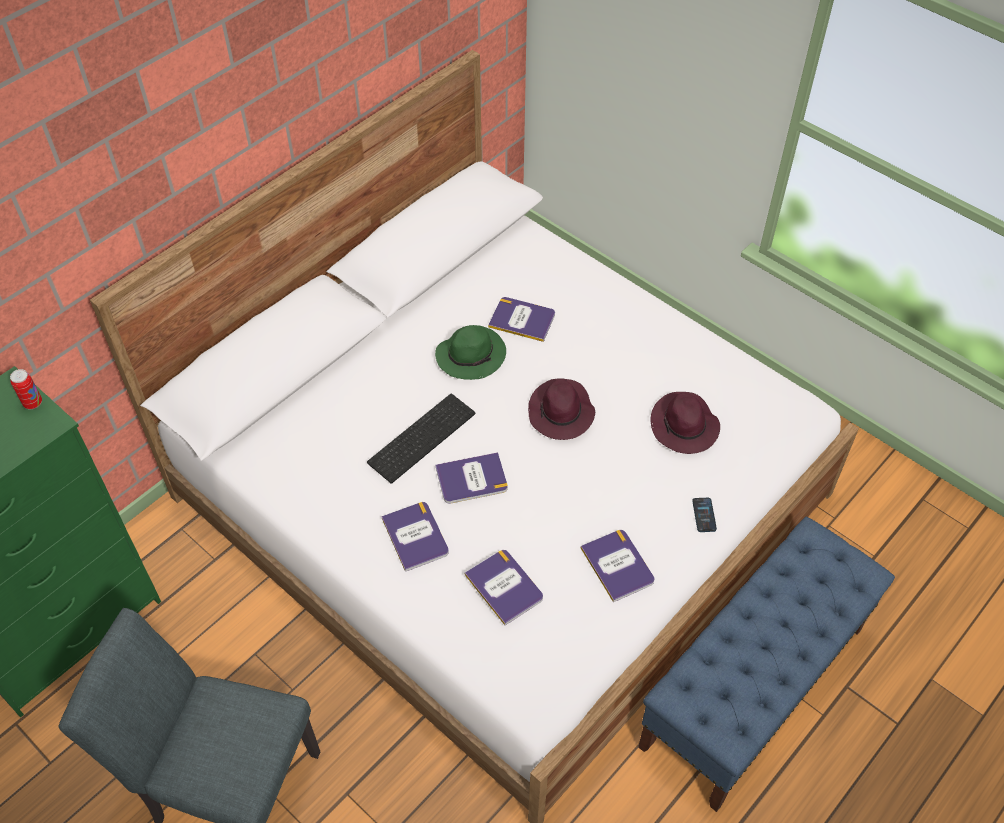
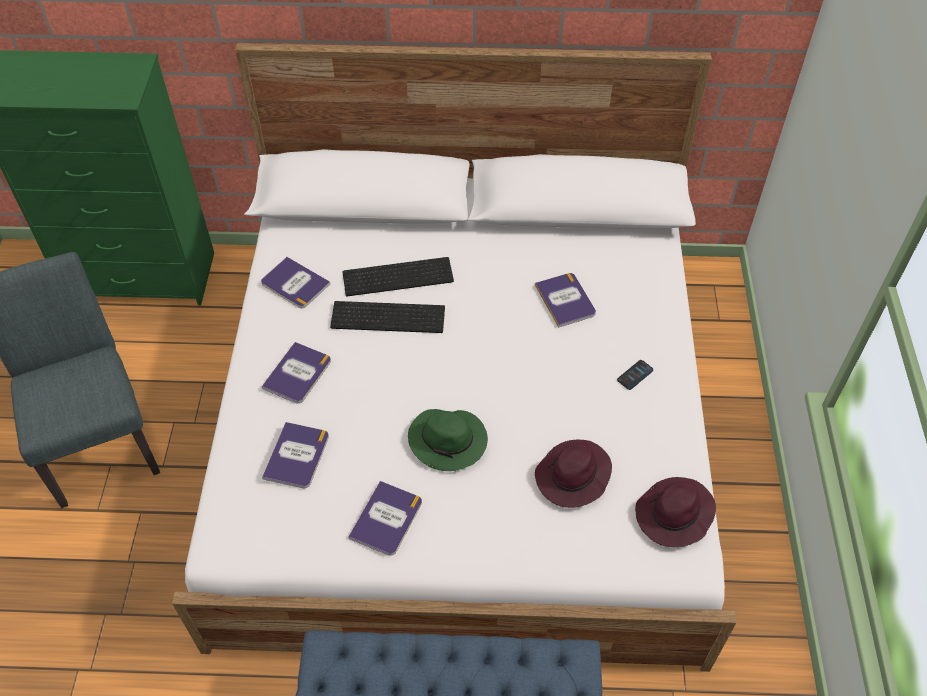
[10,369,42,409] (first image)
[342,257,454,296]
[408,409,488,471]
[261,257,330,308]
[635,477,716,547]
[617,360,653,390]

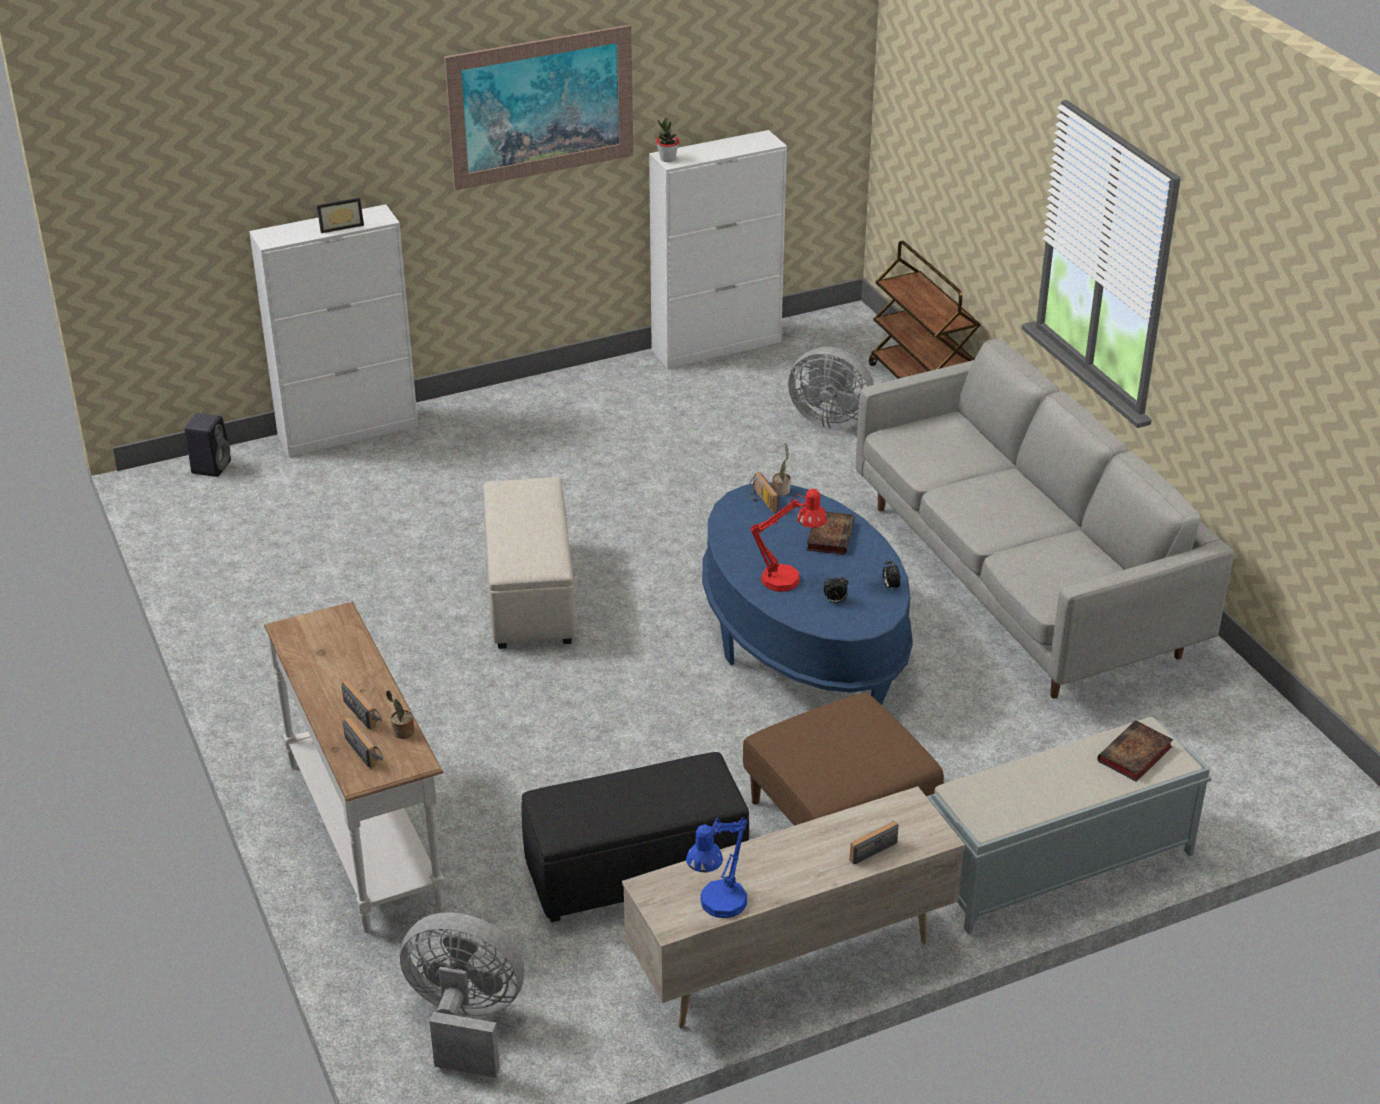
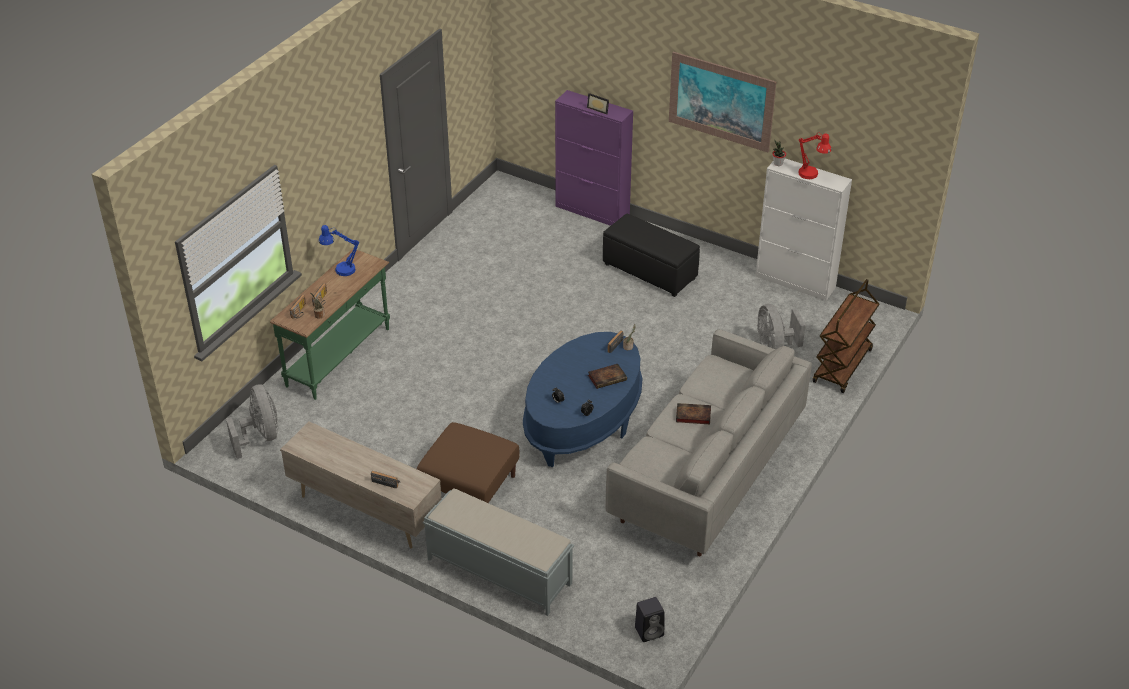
[483,477,576,649] (first image)
[635,597,665,642]
[603,214,700,297]
[319,225,359,276]
[798,132,832,179]
[676,403,711,424]
[555,90,633,226]
[270,248,390,400]

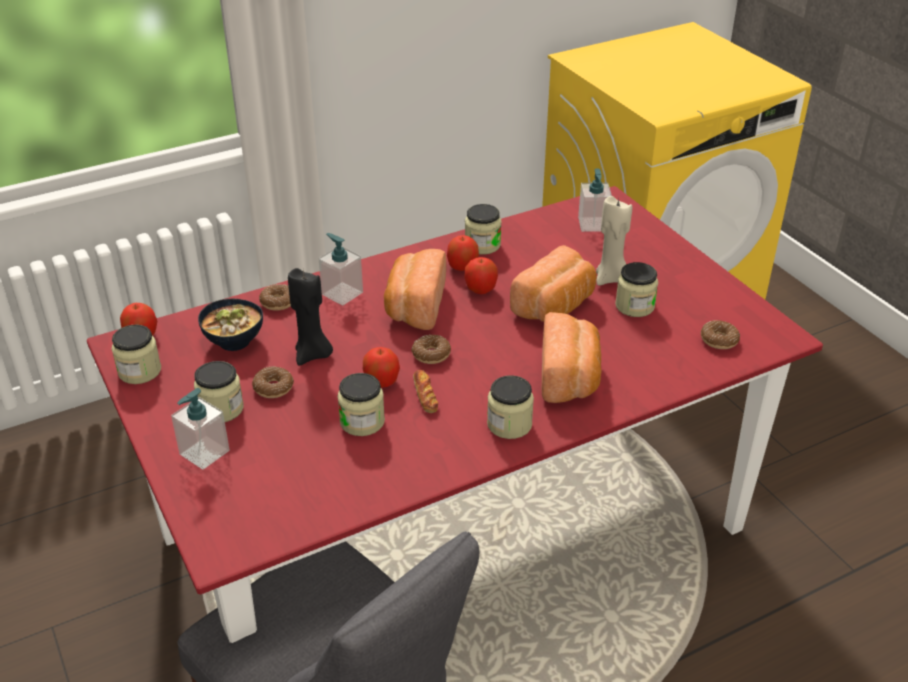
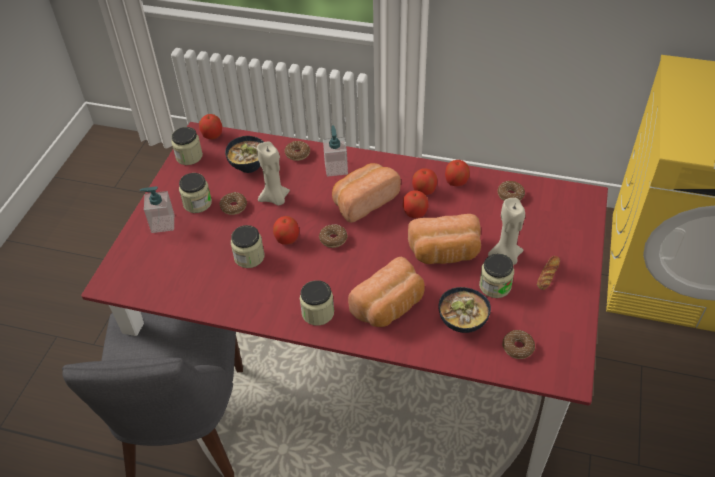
[578,168,612,232] (first image)
[439,287,491,333]
[497,181,525,201]
[537,256,560,290]
[445,160,470,186]
[257,141,290,206]

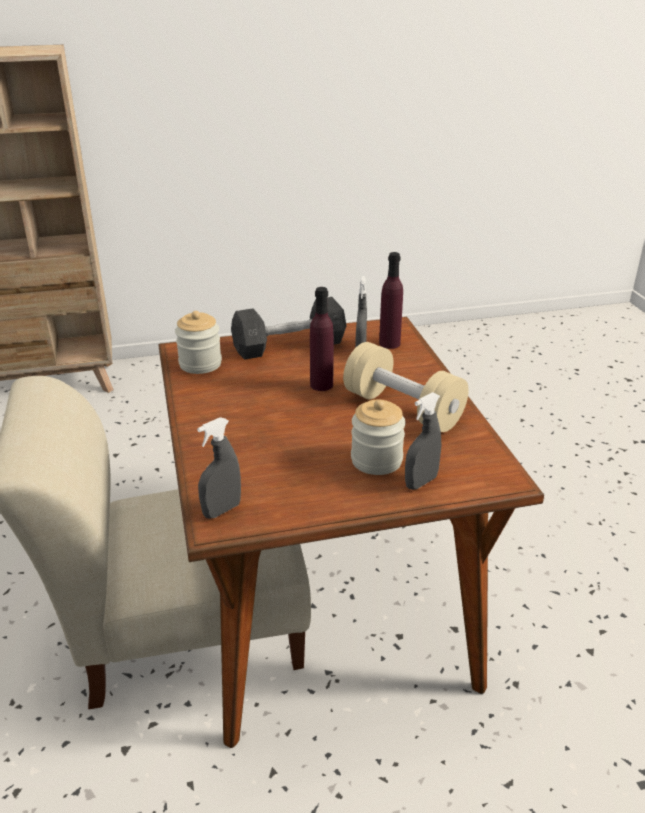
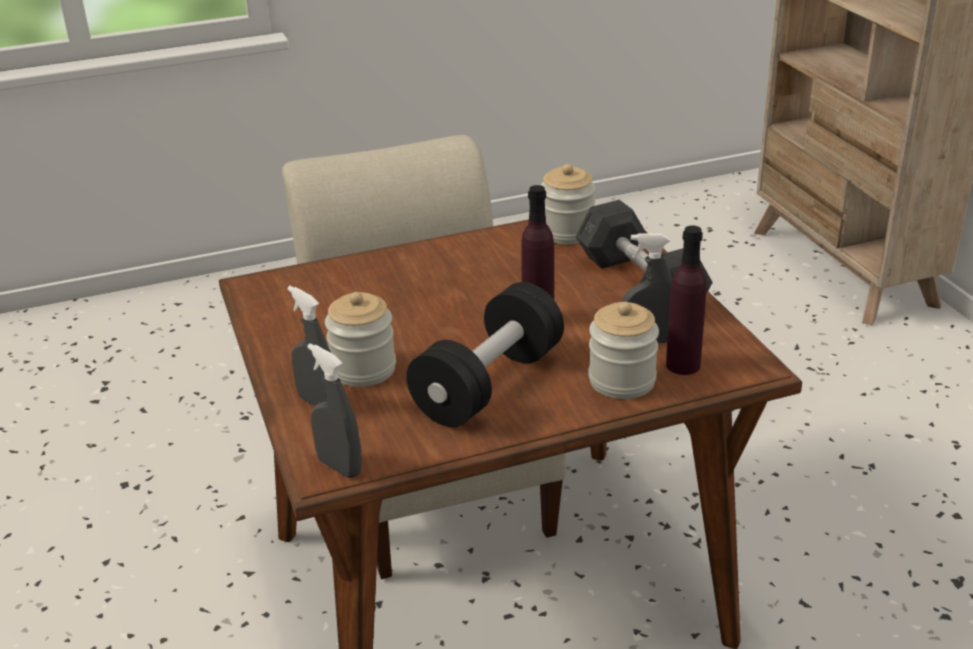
[588,302,659,399]
[307,343,362,478]
[406,282,564,427]

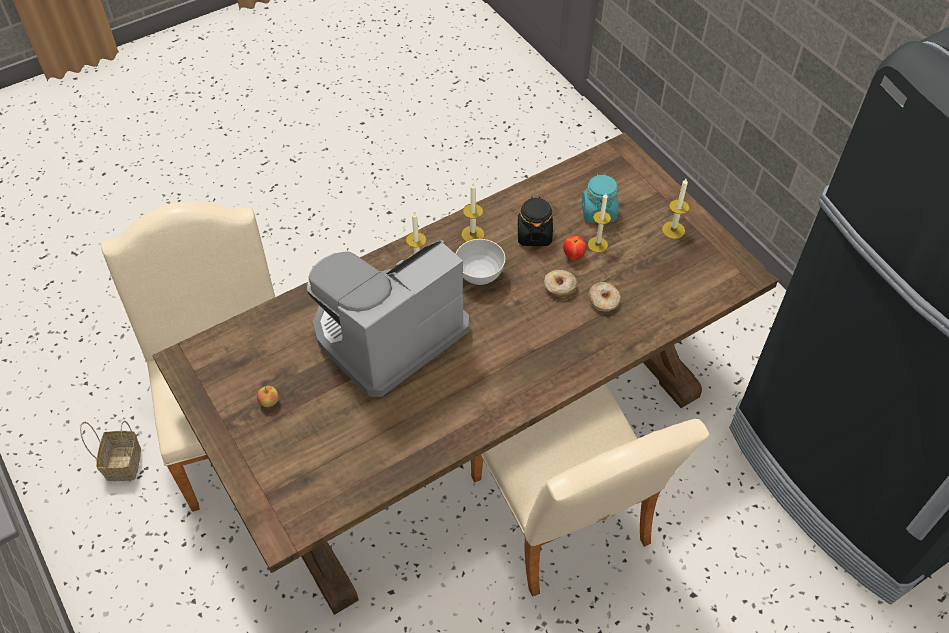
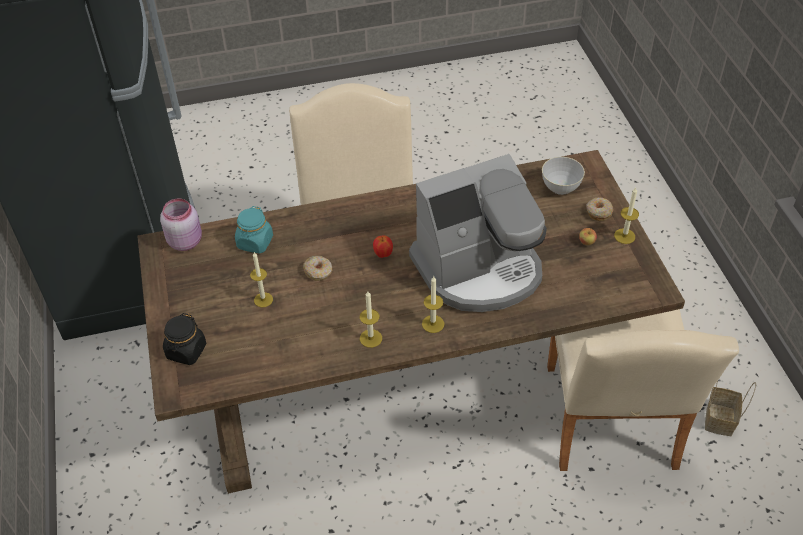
[160,198,202,251]
[542,157,585,195]
[163,313,207,365]
[373,235,393,258]
[235,206,273,254]
[586,197,613,221]
[614,187,639,244]

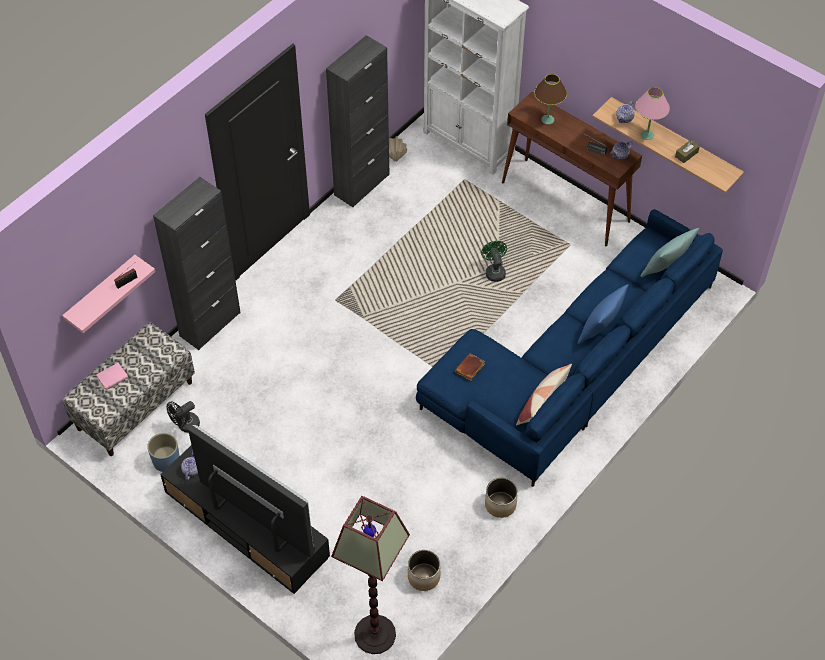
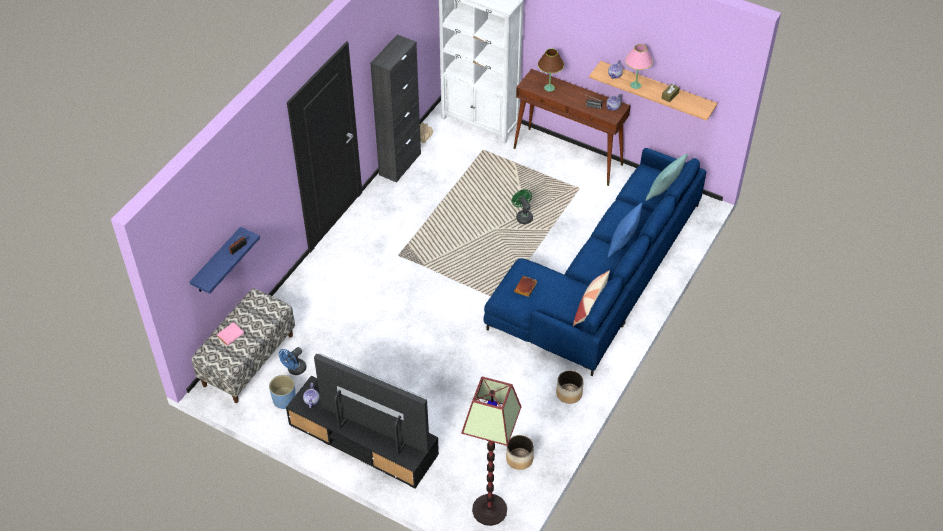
[153,177,241,350] (first image)
[190,227,260,294]
[279,347,306,375]

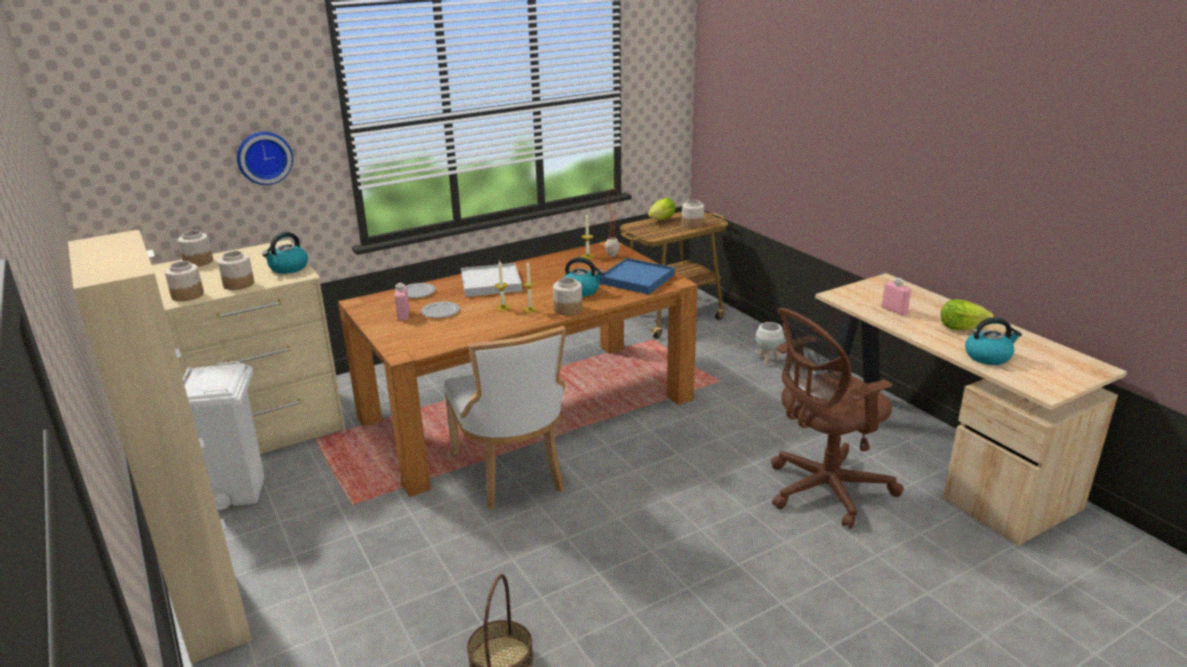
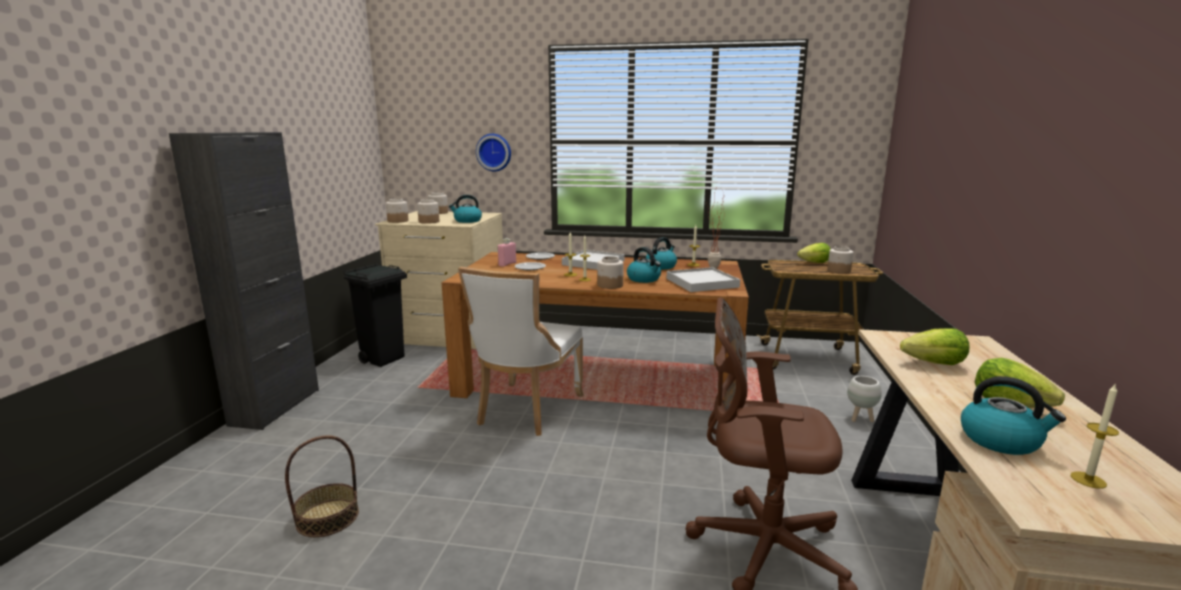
[646,237,677,270]
[1071,383,1119,489]
[900,328,969,365]
[169,132,319,430]
[343,263,407,367]
[667,267,740,292]

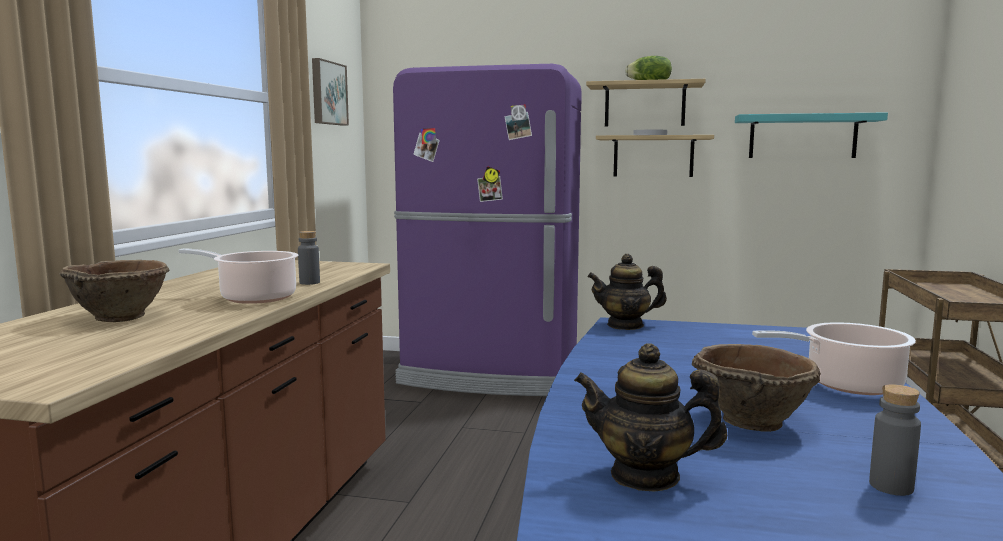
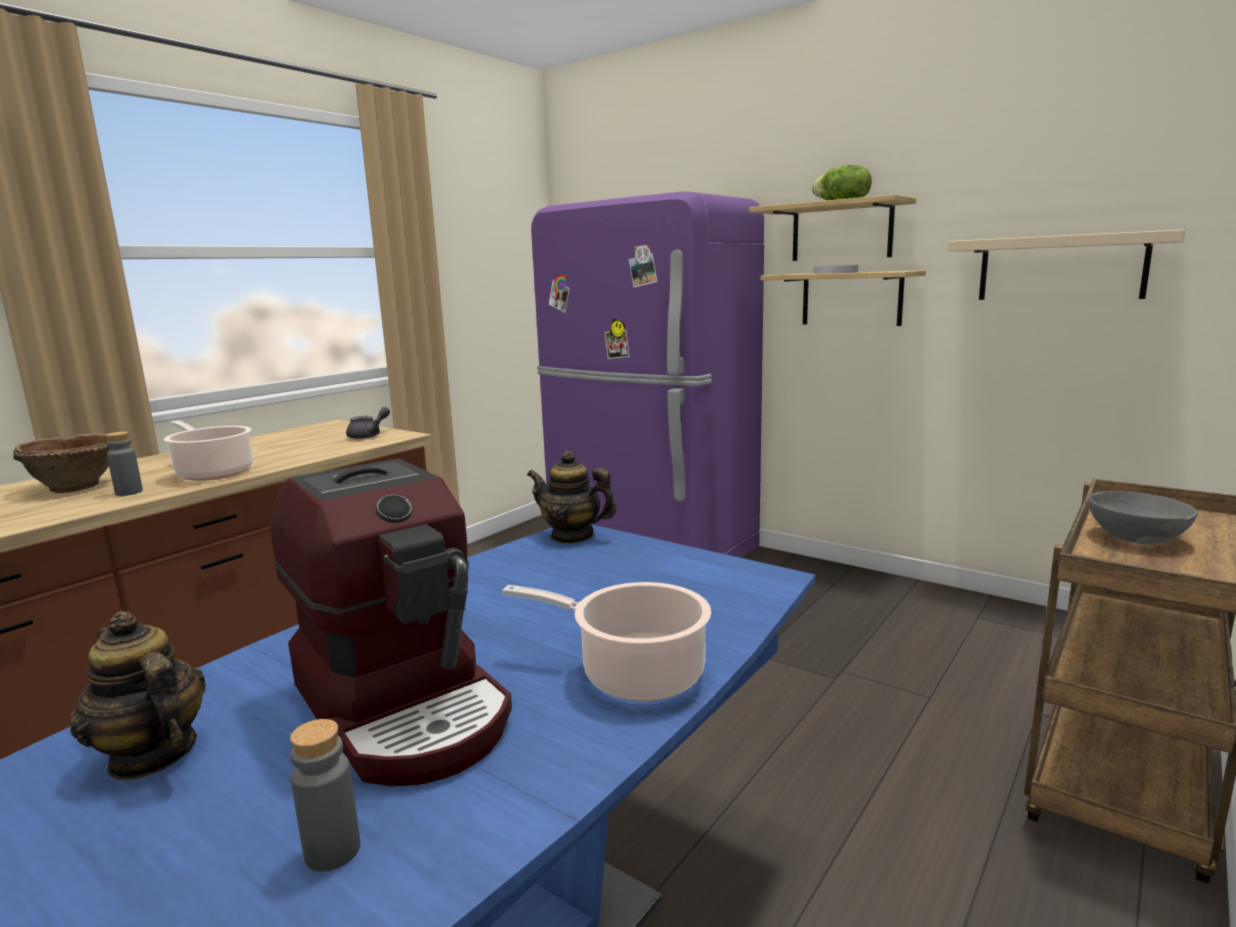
[312,58,349,126] (first image)
[346,407,390,439]
[1089,491,1198,544]
[106,432,143,496]
[271,458,512,786]
[948,230,1185,300]

